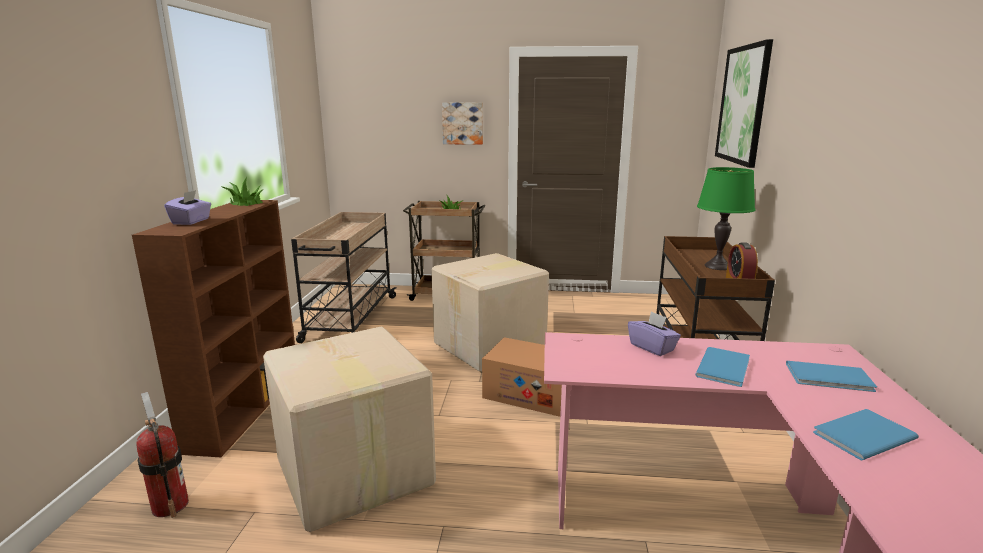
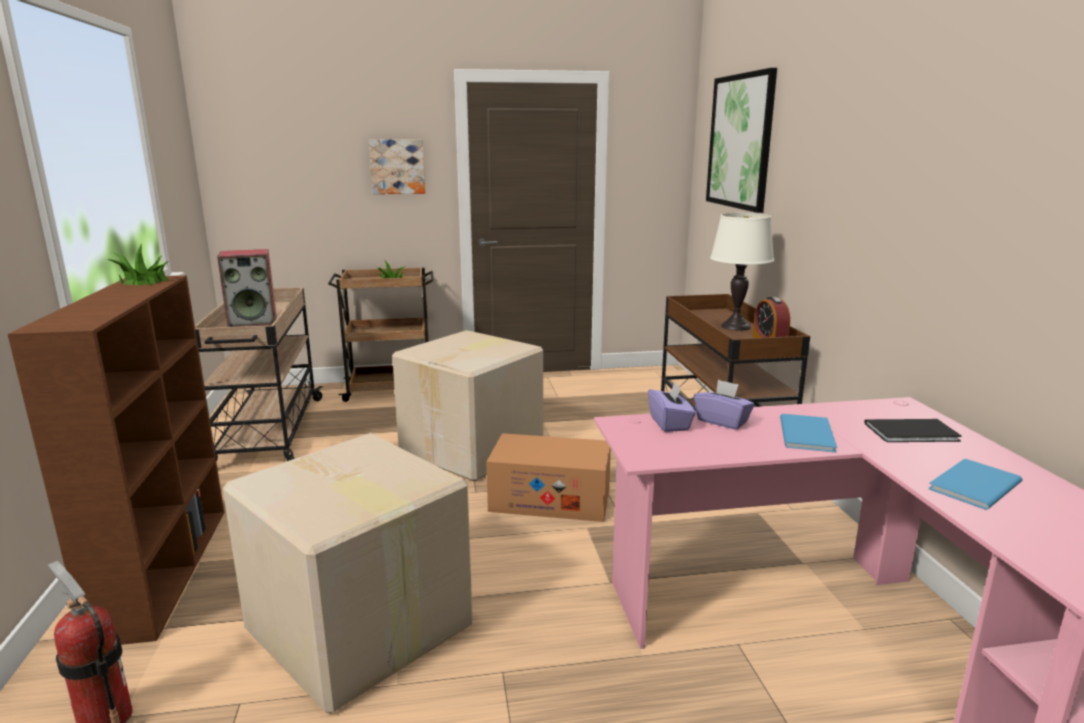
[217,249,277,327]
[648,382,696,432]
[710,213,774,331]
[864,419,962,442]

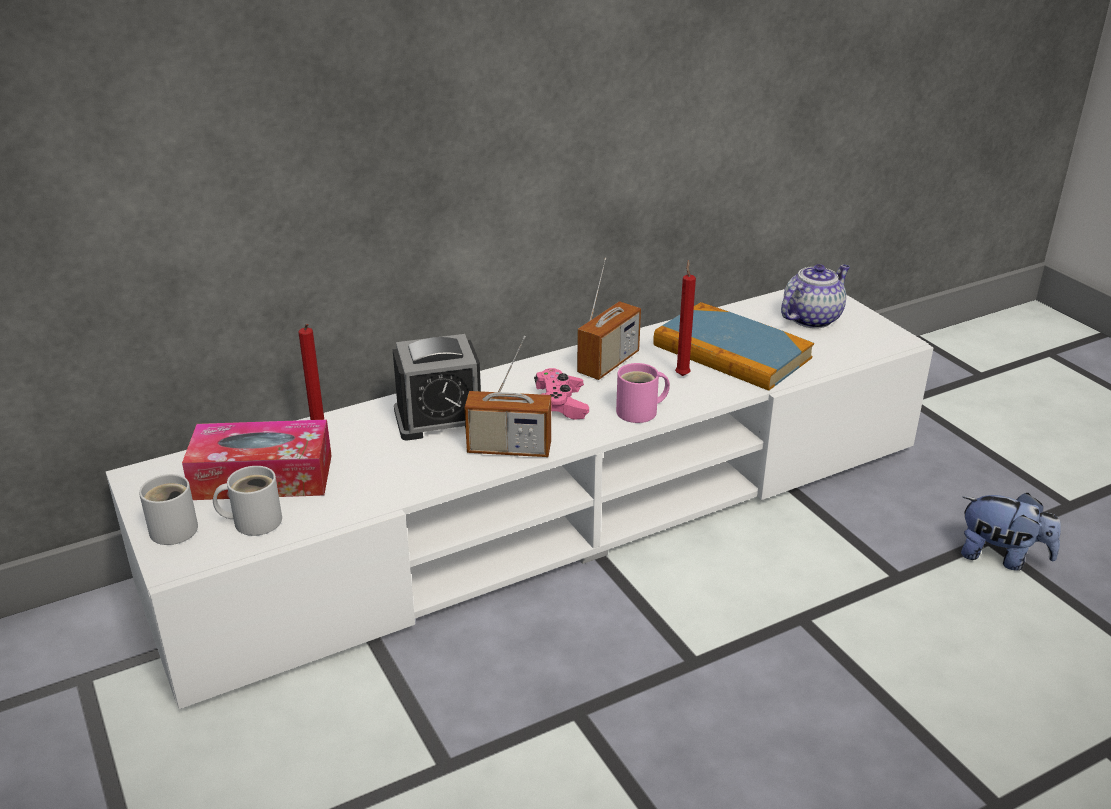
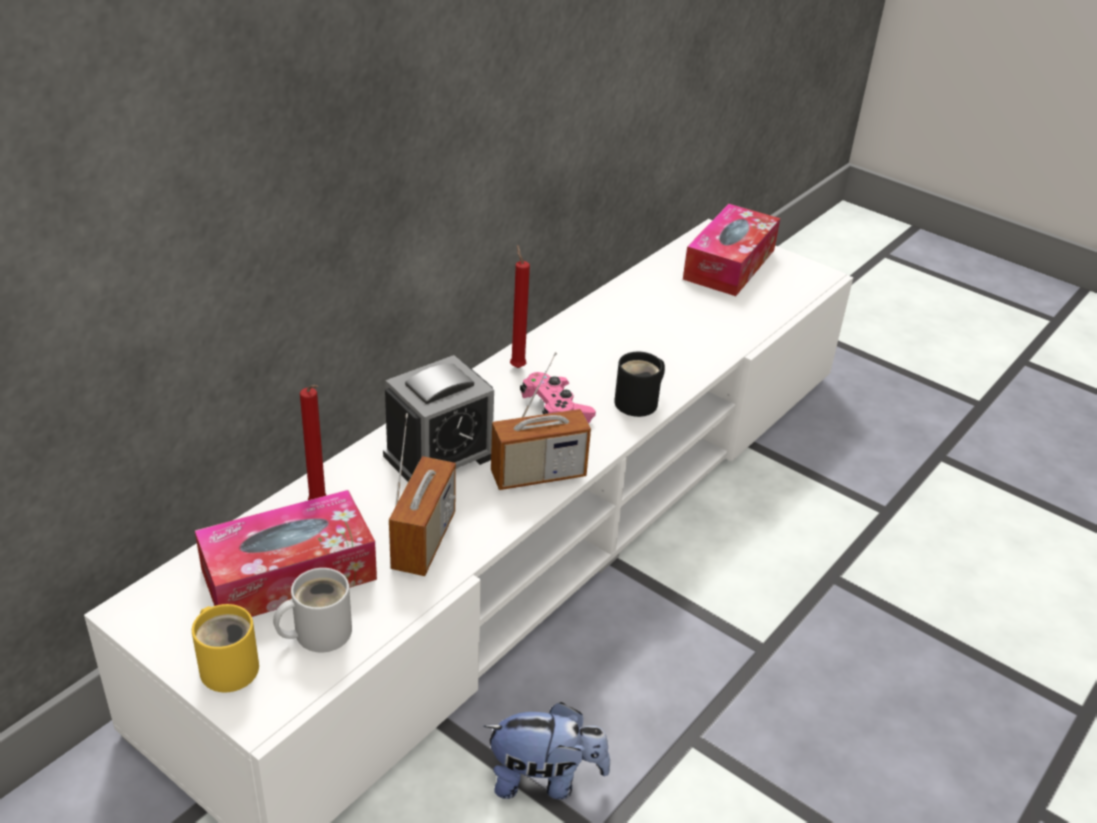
[653,302,814,391] (first image)
[389,413,456,576]
[510,245,530,368]
[483,702,610,799]
[683,204,780,296]
[192,604,259,693]
[614,352,665,417]

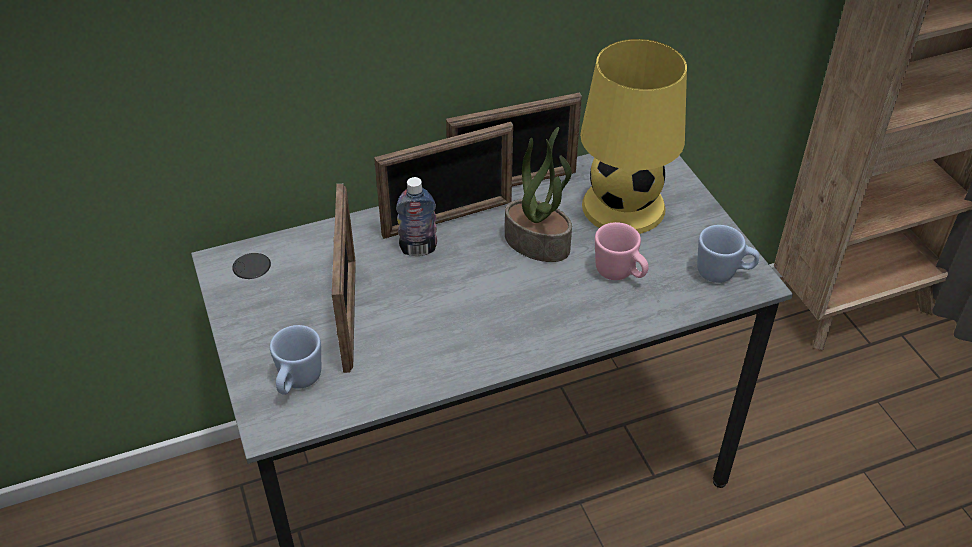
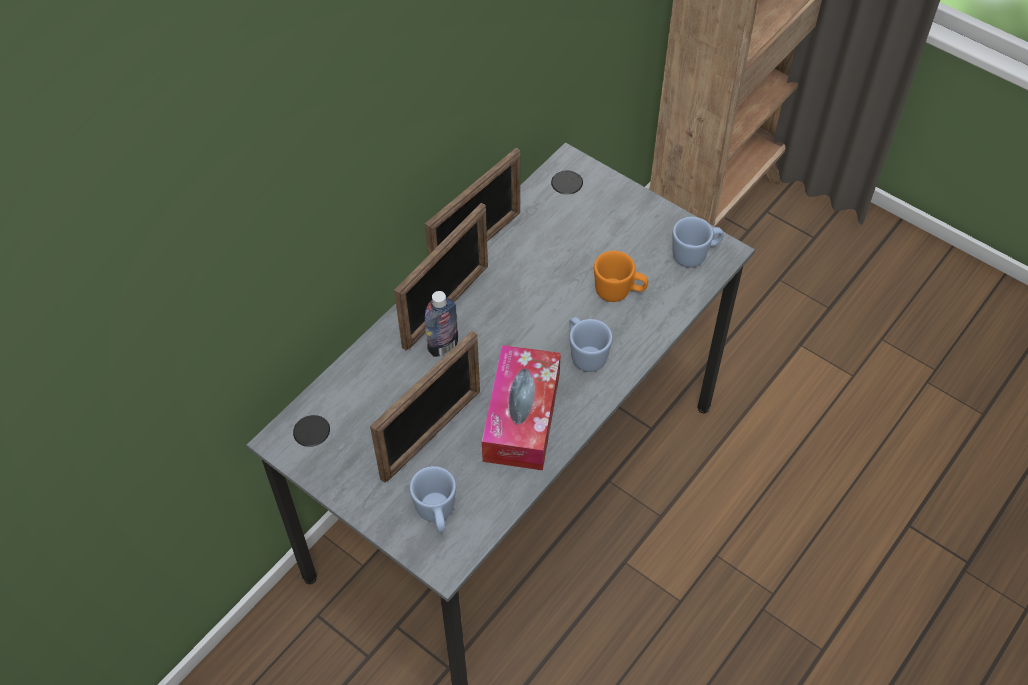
[505,127,572,262] (first image)
[580,39,687,234] (first image)
[482,345,561,470]
[569,317,613,372]
[594,251,648,302]
[370,330,480,483]

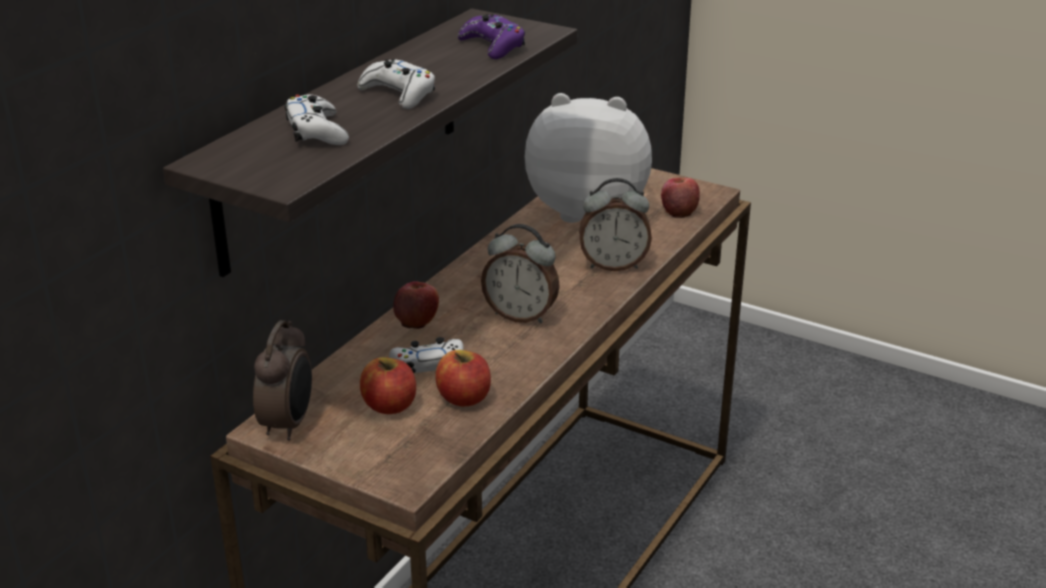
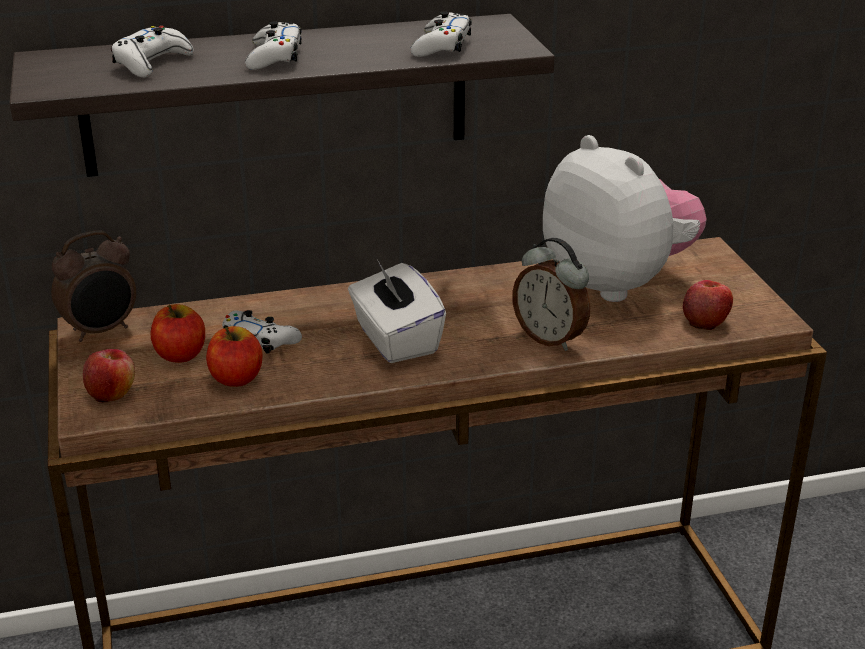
[83,349,135,403]
[348,259,446,363]
[410,11,472,57]

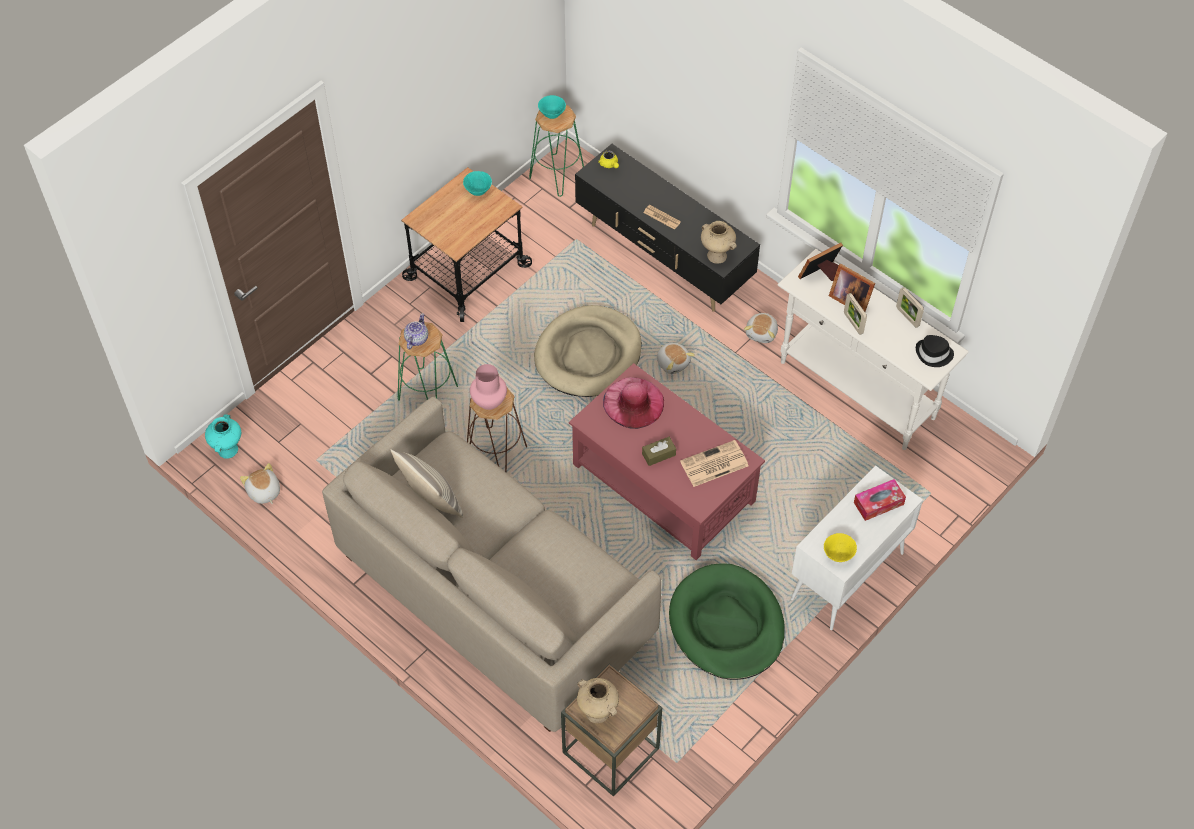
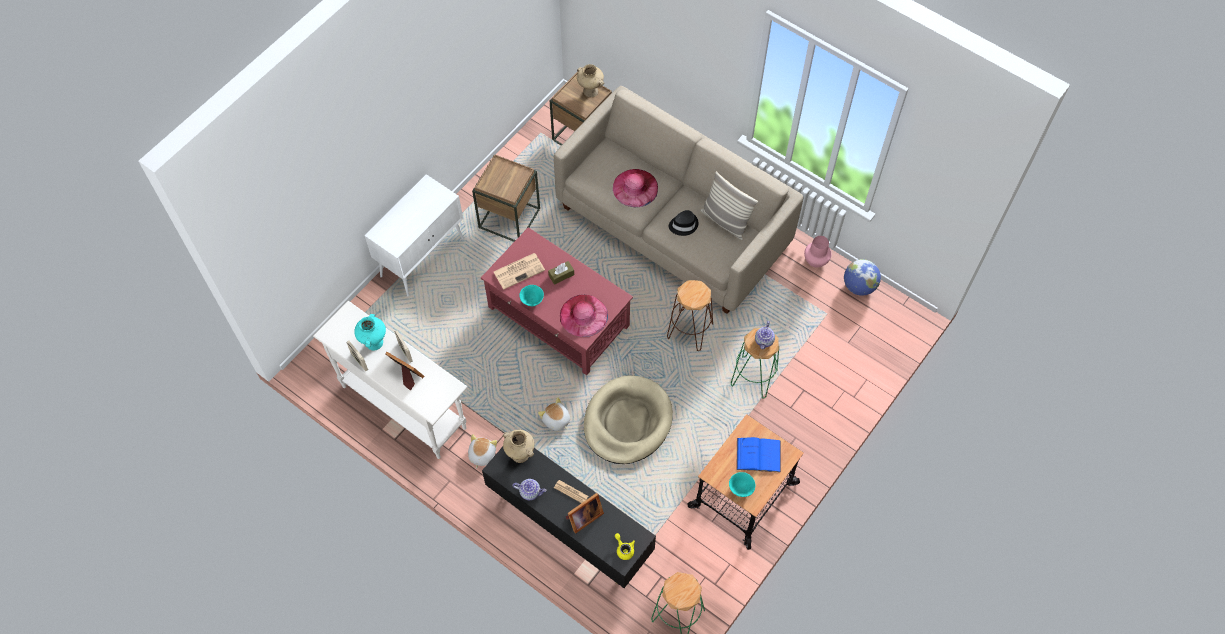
[824,533,857,562] (first image)
[854,479,906,521] (first image)
[512,479,547,500]
[613,169,658,207]
[736,437,781,473]
[354,314,386,350]
[804,236,831,268]
[519,285,544,306]
[566,493,604,534]
[669,210,698,236]
[844,259,881,296]
[472,154,540,242]

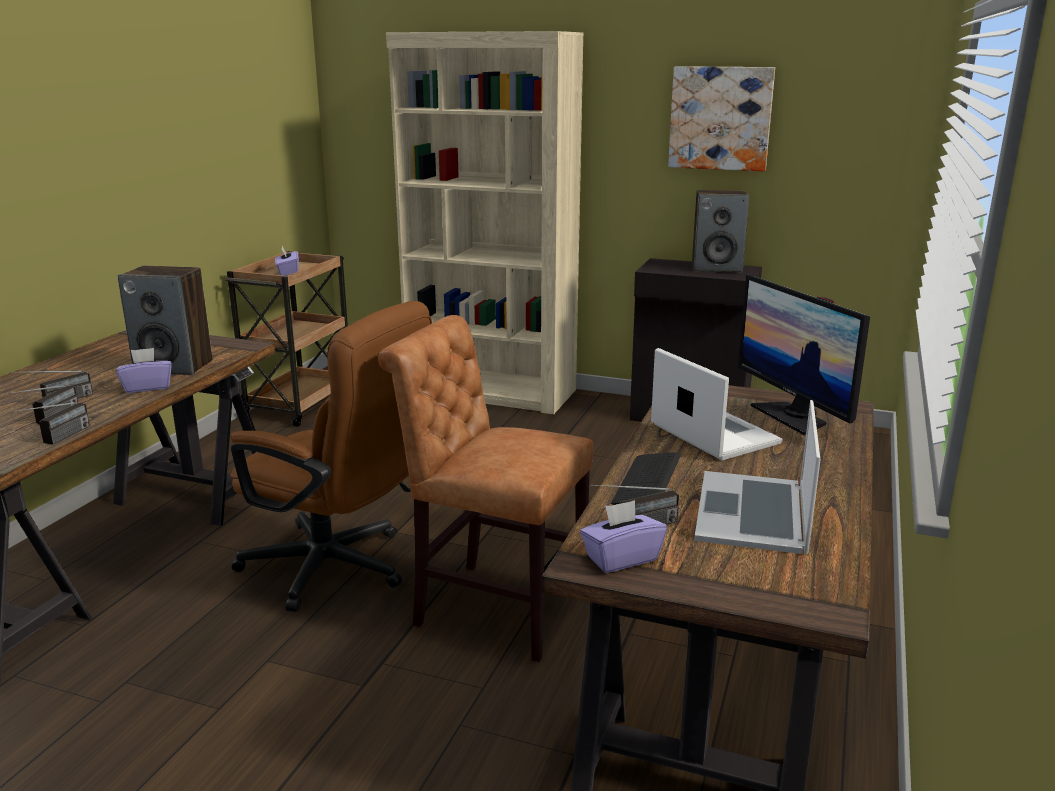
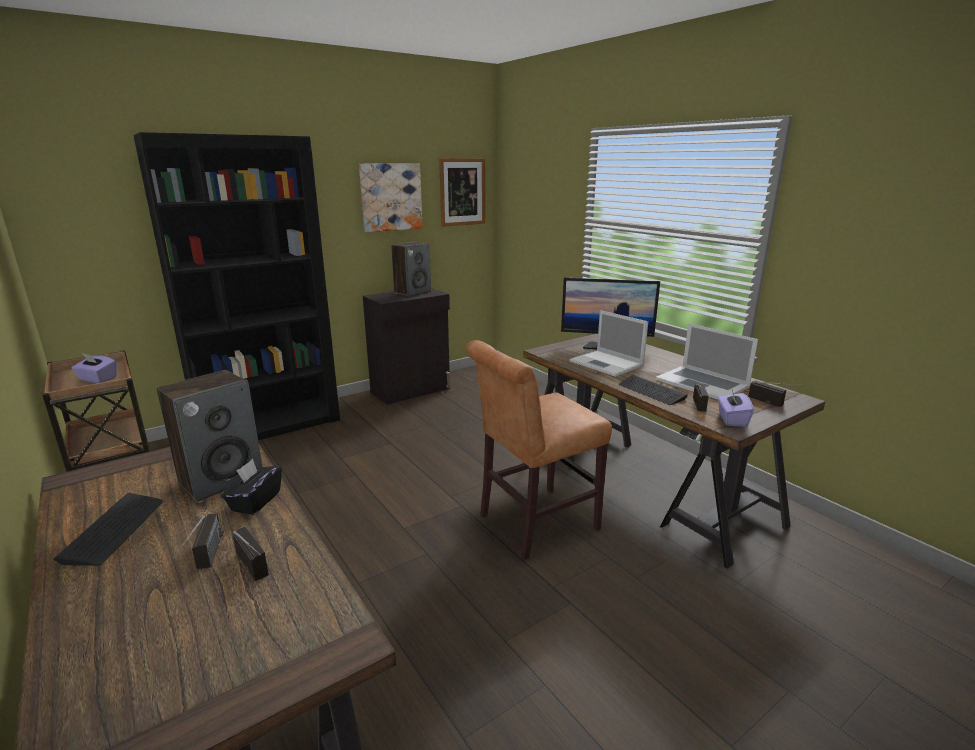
[230,301,432,612] (first image)
[53,493,163,566]
[439,158,485,227]
[748,380,797,407]
[222,459,282,515]
[133,132,340,440]
[570,310,648,377]

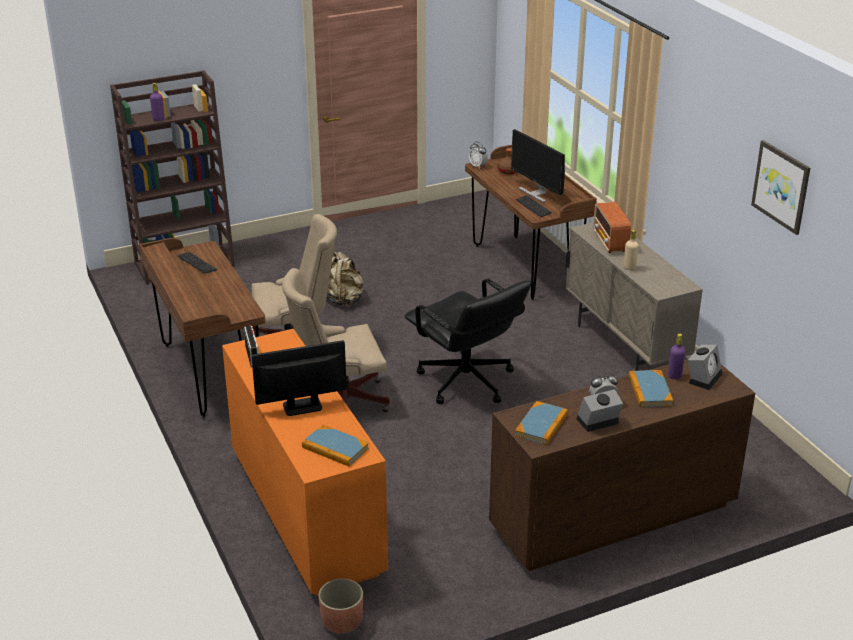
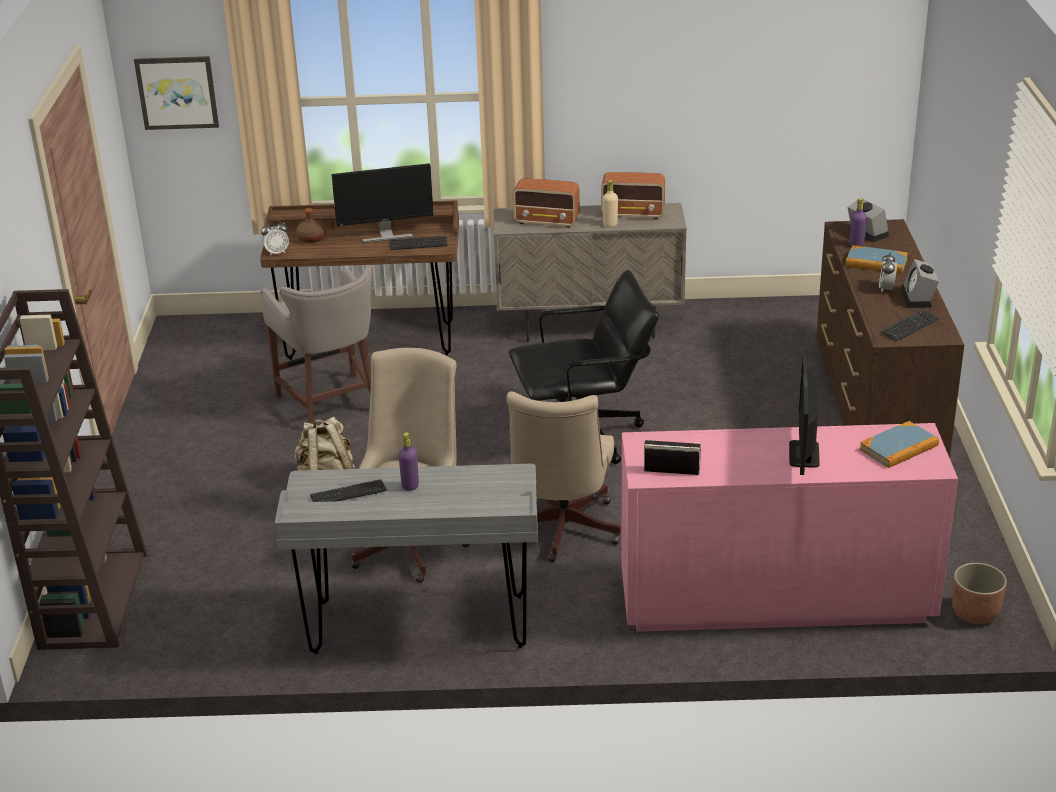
[261,265,372,424]
[601,172,665,219]
[398,432,419,491]
[134,56,219,130]
[881,310,939,341]
[275,464,538,654]
[621,423,958,632]

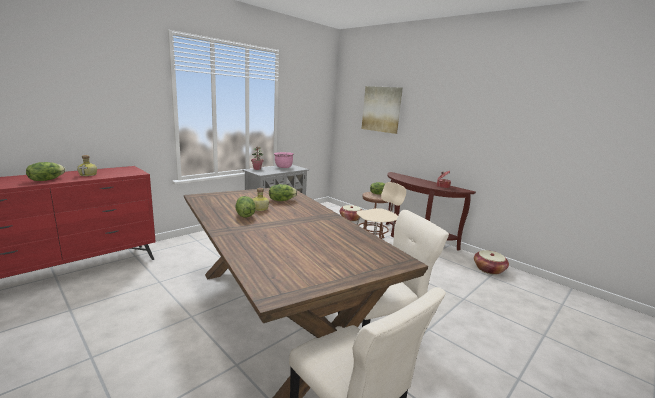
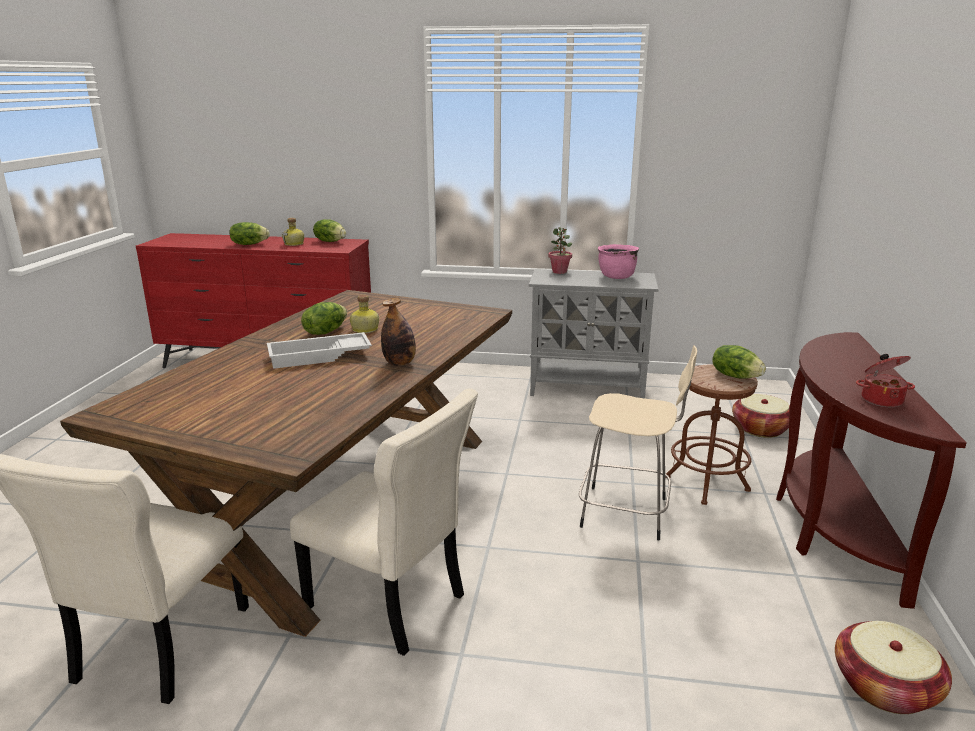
[362,86,403,134] (first image)
[267,332,372,369]
[381,297,416,366]
[313,219,346,242]

